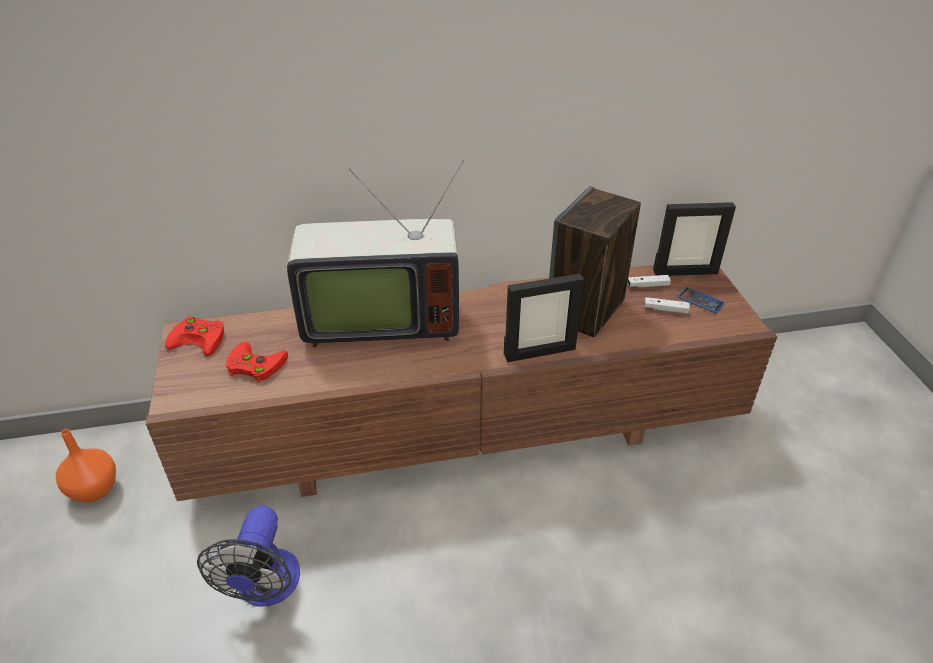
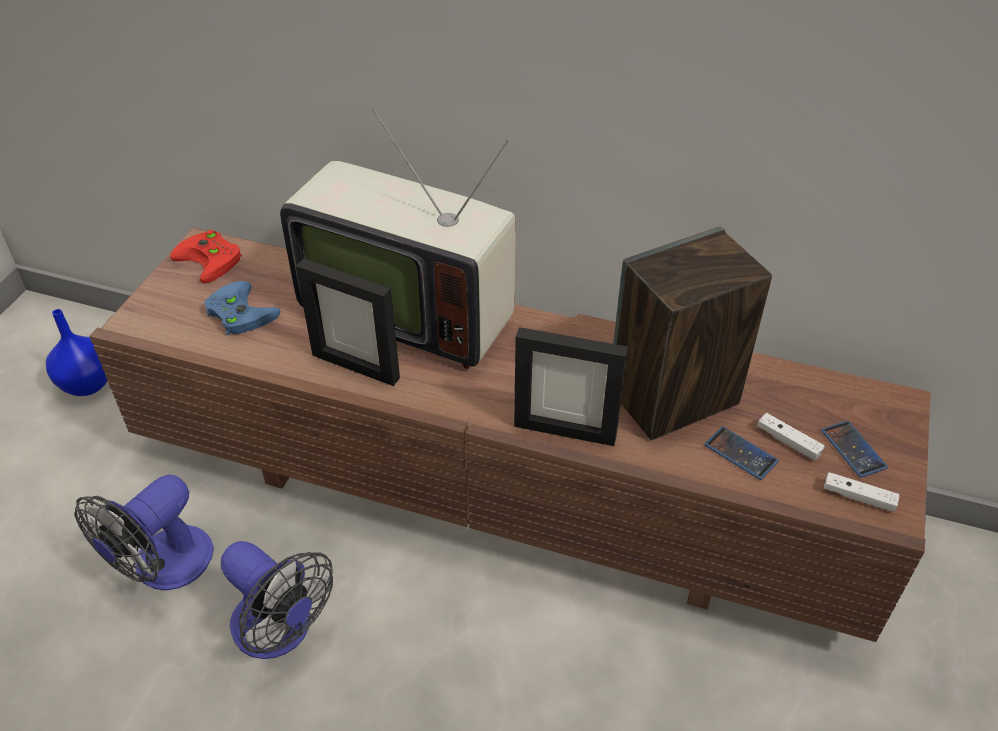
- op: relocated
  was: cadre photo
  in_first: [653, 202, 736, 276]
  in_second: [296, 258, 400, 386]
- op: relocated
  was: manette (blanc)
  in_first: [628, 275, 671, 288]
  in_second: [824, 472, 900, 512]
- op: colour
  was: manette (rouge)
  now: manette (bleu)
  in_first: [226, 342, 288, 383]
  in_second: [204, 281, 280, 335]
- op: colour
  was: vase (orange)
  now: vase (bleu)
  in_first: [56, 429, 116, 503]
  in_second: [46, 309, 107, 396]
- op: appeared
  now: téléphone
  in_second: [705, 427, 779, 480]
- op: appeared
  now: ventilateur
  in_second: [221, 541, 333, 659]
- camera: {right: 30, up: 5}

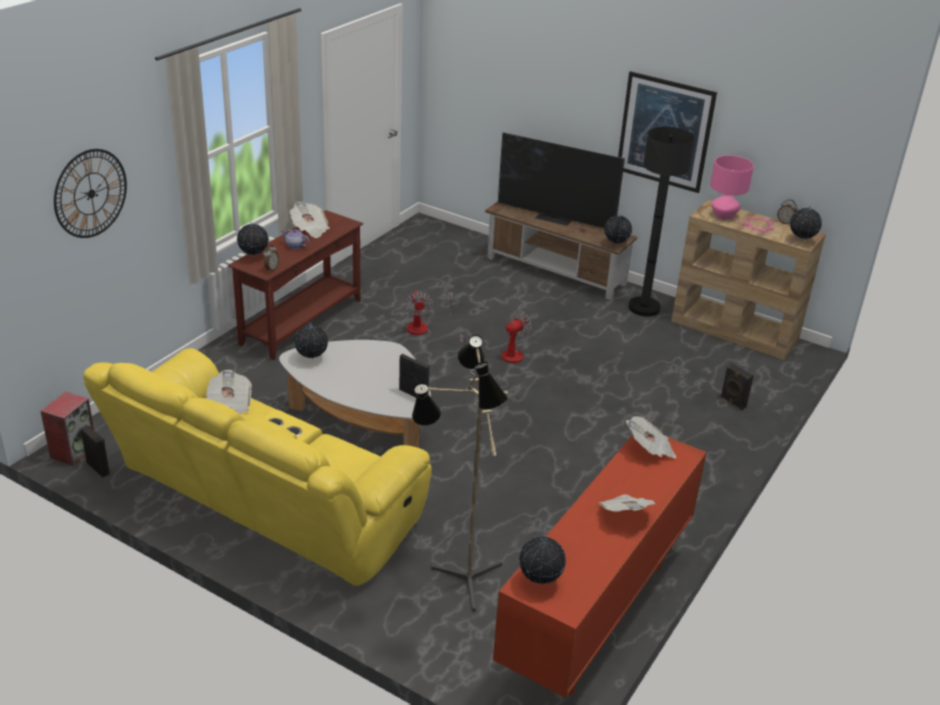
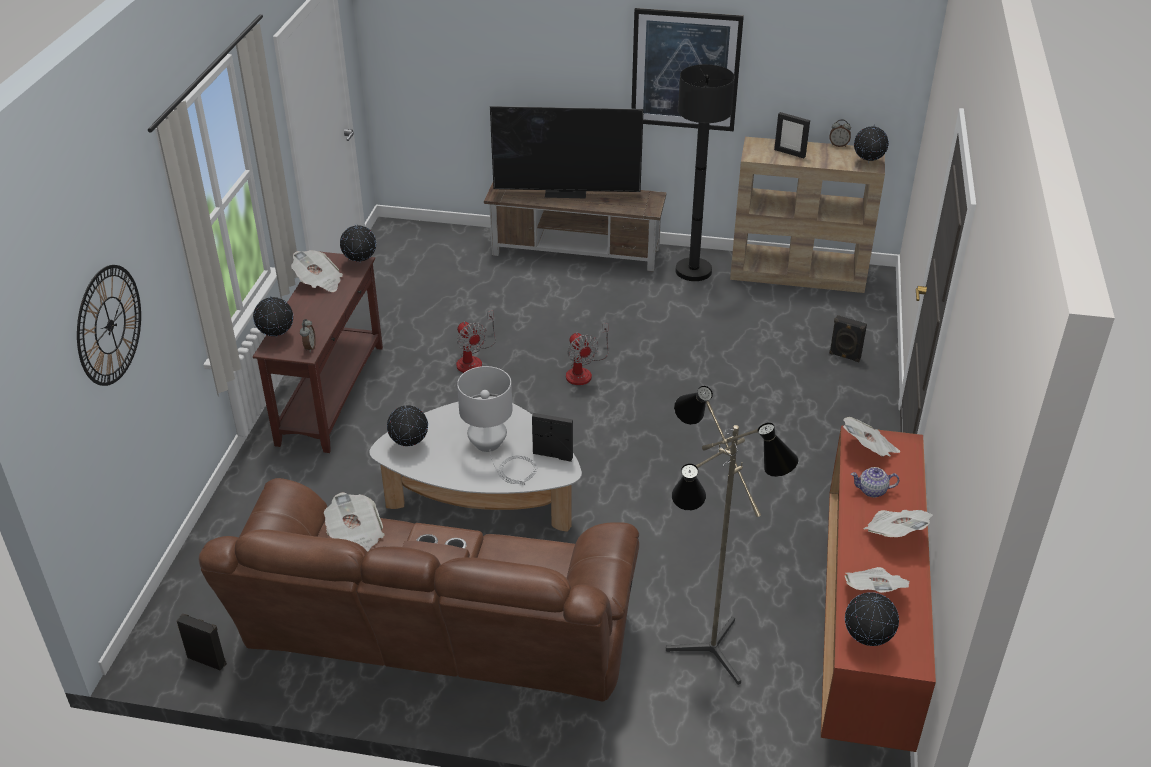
- op: exchanged
  was: lampe de table (rose)
  now: cadre photo
  in_first: [710, 155, 774, 231]
  in_second: [774, 112, 810, 158]
- op: relocated
  was: globe
  in_first: [604, 215, 632, 245]
  in_second: [340, 224, 376, 263]
- op: relocated
  was: théière
  in_first: [281, 229, 309, 249]
  in_second: [851, 467, 900, 498]
- op: spun
  was: ventilateur
  in_first: [459, 310, 532, 363]
  in_second: [566, 323, 608, 385]
  clockwise: 135
- op: colour
  was: canapé (jaune)
  now: canapé (marron)
  in_first: [83, 348, 432, 586]
  in_second: [199, 478, 639, 702]
- op: missing
  was: enceinte
  in_first: [41, 391, 94, 466]
- op: appeared
  now: lampe de table (blanc)
  in_second: [457, 366, 537, 484]
- op: appeared
  now: journal
  in_second: [845, 567, 910, 593]
- camera: {right: -20, up: 5}

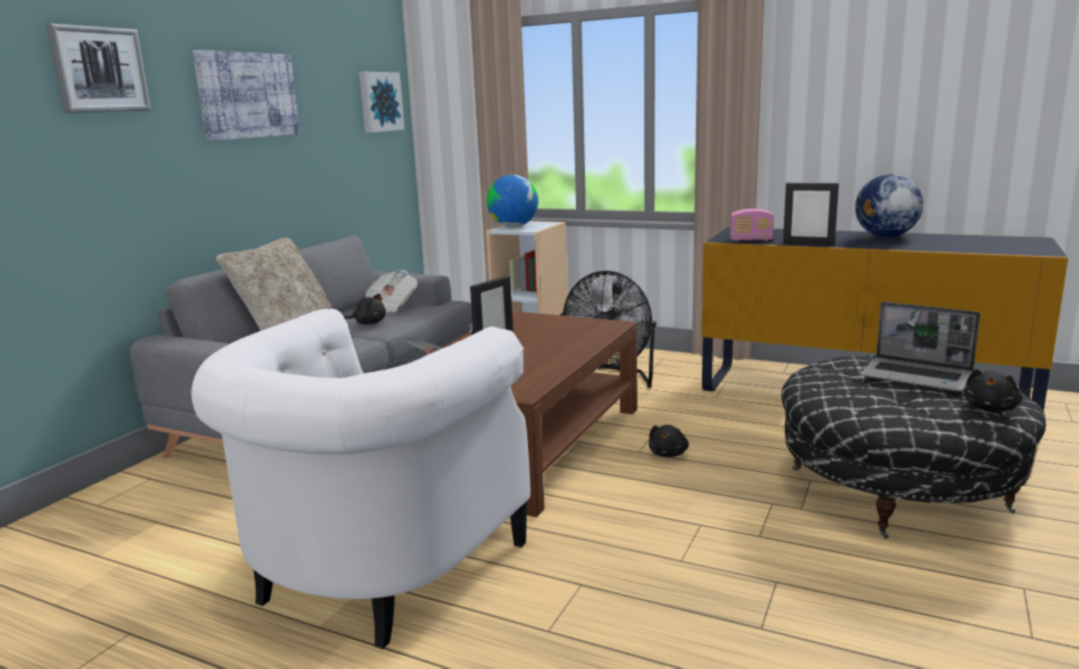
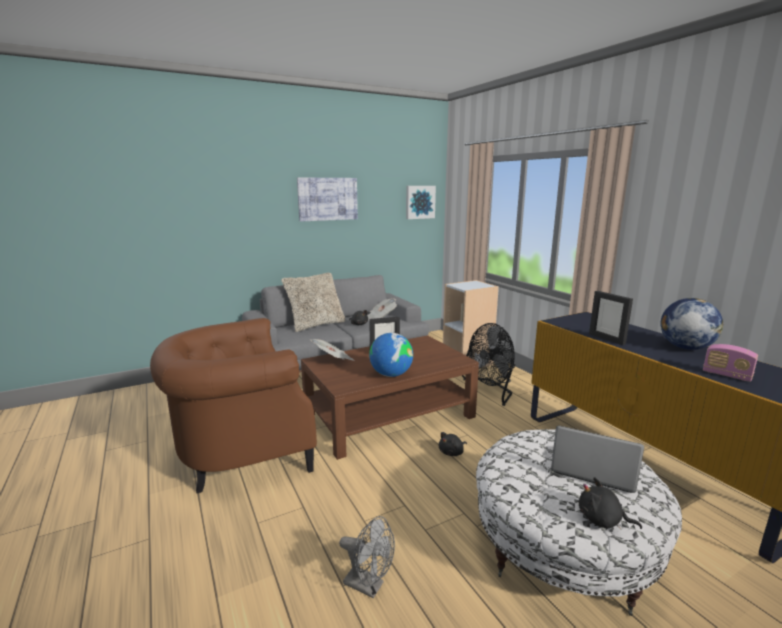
- op: missing
  was: tableau
  in_first: [46, 24, 151, 113]
- op: relocated
  was: globe
  in_first: [487, 175, 538, 227]
  in_second: [369, 333, 413, 377]
- op: relocated
  was: radio
  in_first: [730, 209, 774, 241]
  in_second: [703, 344, 758, 382]
- op: spun
  was: ordinateur portable
  in_first: [861, 302, 980, 392]
  in_second: [551, 426, 644, 493]
  clockwise: 135
- op: colour
  was: fauteuil (blanc)
  now: fauteuil (marron)
  in_first: [191, 309, 530, 649]
  in_second: [150, 318, 317, 494]
- op: colour
  was: pouf (noir)
  now: pouf (blanc)
  in_first: [781, 356, 1046, 539]
  in_second: [476, 429, 682, 616]
- op: spun
  was: peluche (noir)
  in_first: [965, 369, 1023, 412]
  in_second: [579, 477, 642, 530]
  clockwise: 45
- op: appeared
  now: ventilateur (gris)
  in_second: [339, 516, 395, 598]
- camera: {right: 35, up: 0}

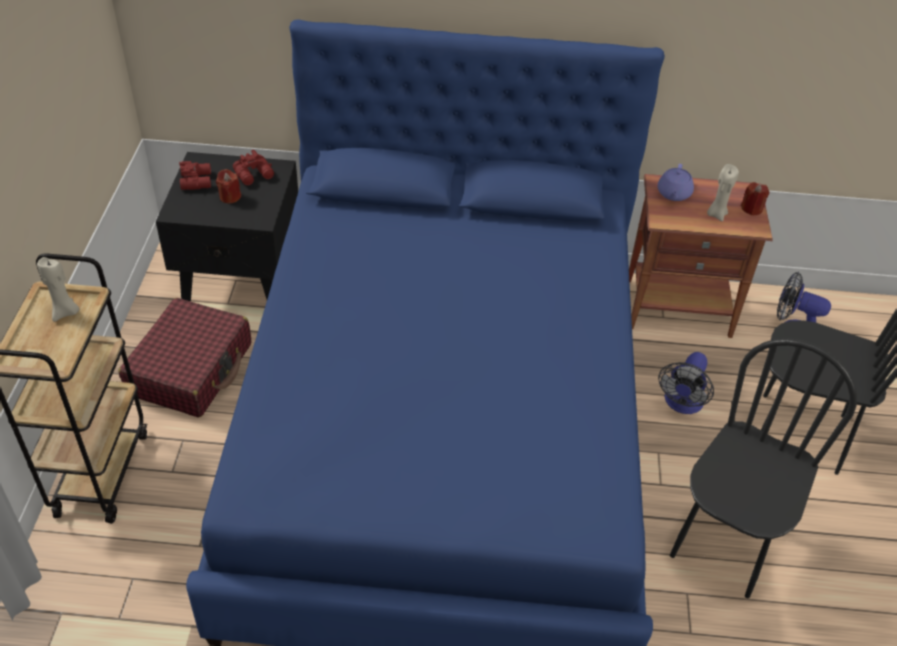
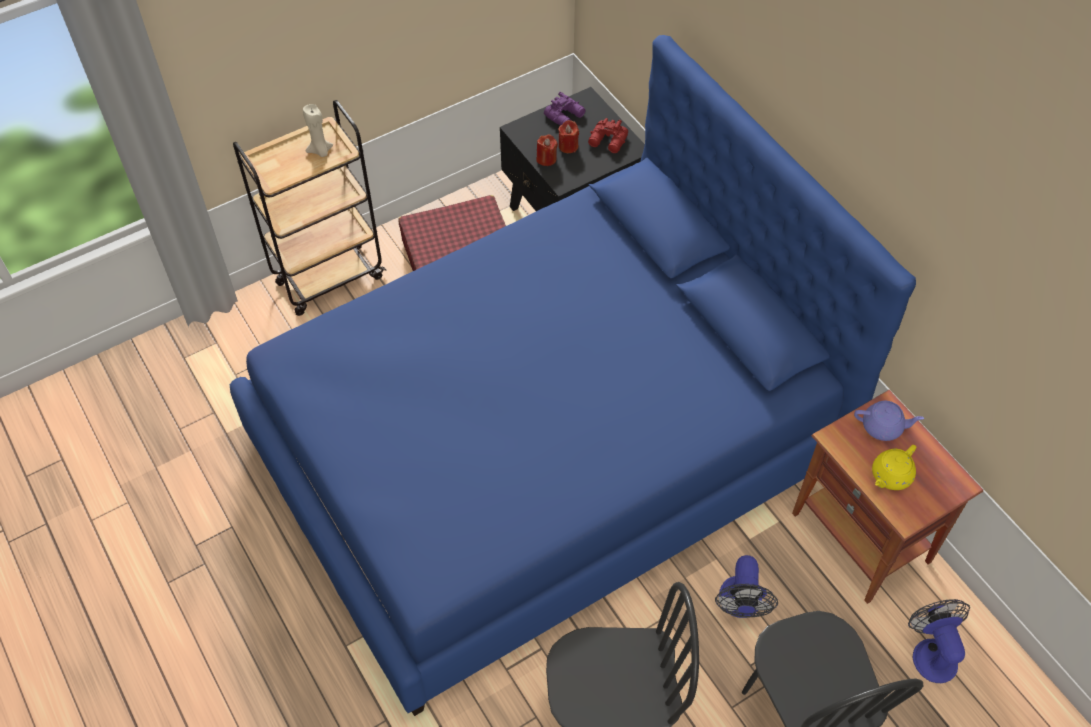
- op: colour
  was: jumelles (rouge)
  now: jumelles (violet)
  in_first: [179, 161, 211, 190]
  in_second: [544, 92, 586, 125]
- op: spun
  was: théière (violet)
  in_first: [658, 164, 694, 201]
  in_second: [854, 401, 924, 441]
  clockwise: -150
- op: exchanged
  was: bougie (beige)
  now: théière (jaune)
  in_first: [707, 164, 739, 221]
  in_second: [872, 445, 916, 490]
- op: relocated
  was: bougie (rouge)
  in_first: [741, 182, 770, 215]
  in_second: [536, 134, 558, 166]
- op: spun
  was: ventilateur
  in_first: [658, 352, 714, 414]
  in_second: [715, 555, 778, 618]
  clockwise: -75
- camera: {right: 55, up: 10}

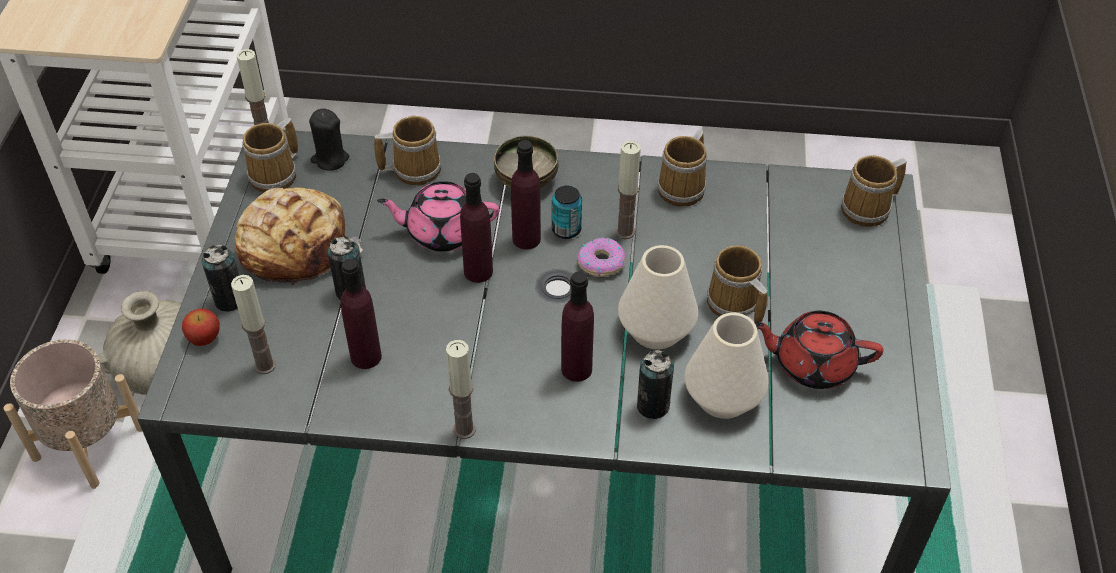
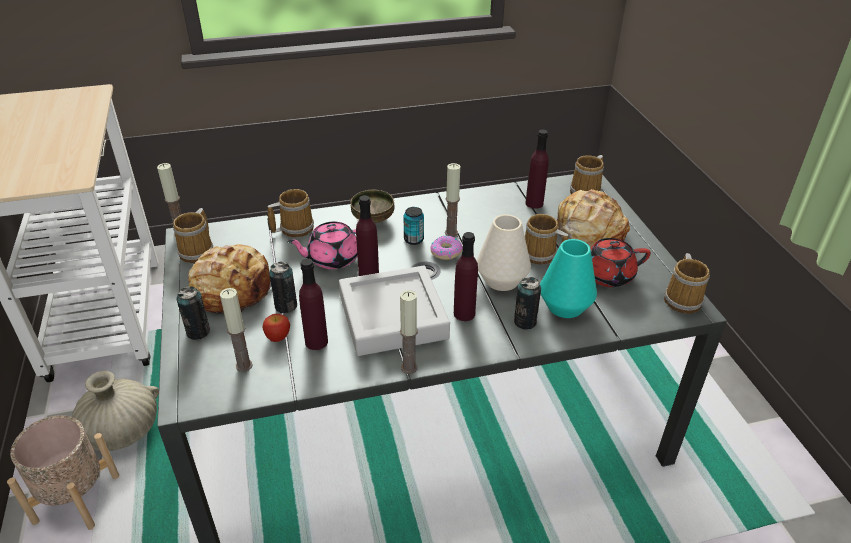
- op: missing
  was: bougie (noir)
  in_first: [309, 108, 349, 171]
- op: relocated
  was: mug
  in_first: [657, 130, 707, 207]
  in_second: [664, 253, 710, 314]
- op: relocated
  was: bouteille (violet)
  in_first: [511, 140, 541, 249]
  in_second: [525, 130, 549, 209]
- op: relocated
  was: pomme
  in_first: [182, 308, 220, 346]
  in_second: [263, 314, 290, 342]
- op: colour
  was: vase (blanc)
  now: vase (turquoise)
  in_first: [684, 313, 769, 419]
  in_second: [540, 239, 597, 318]
- op: appeared
  now: pain
  in_second: [557, 189, 630, 248]
- op: appeared
  now: plateau (gris)
  in_second: [339, 265, 450, 356]
- camera: {right: -20, up: -10}

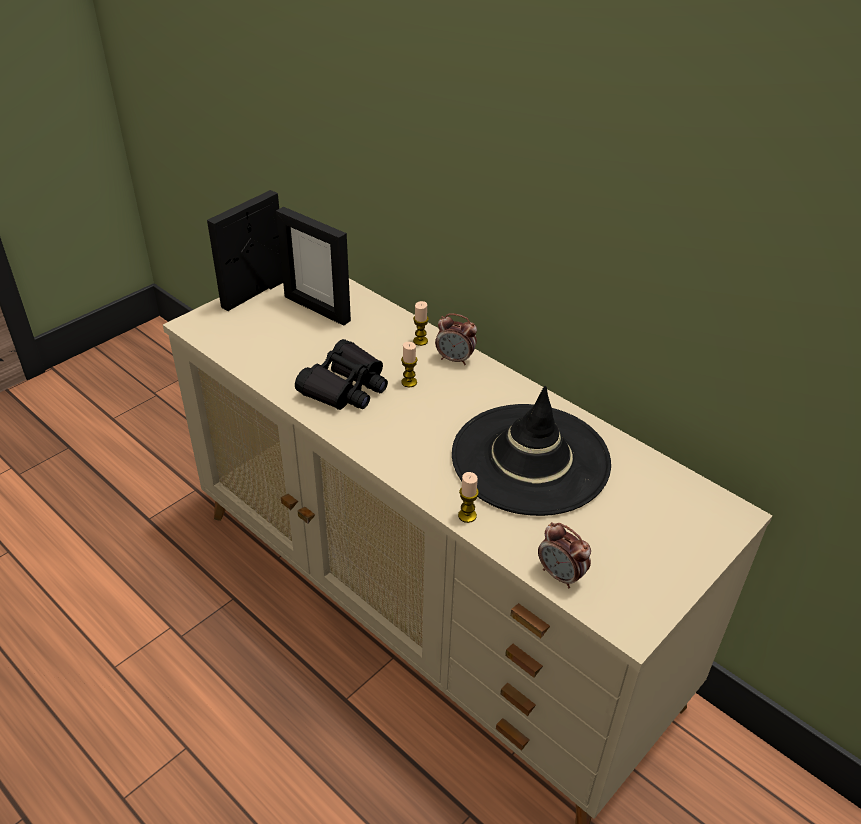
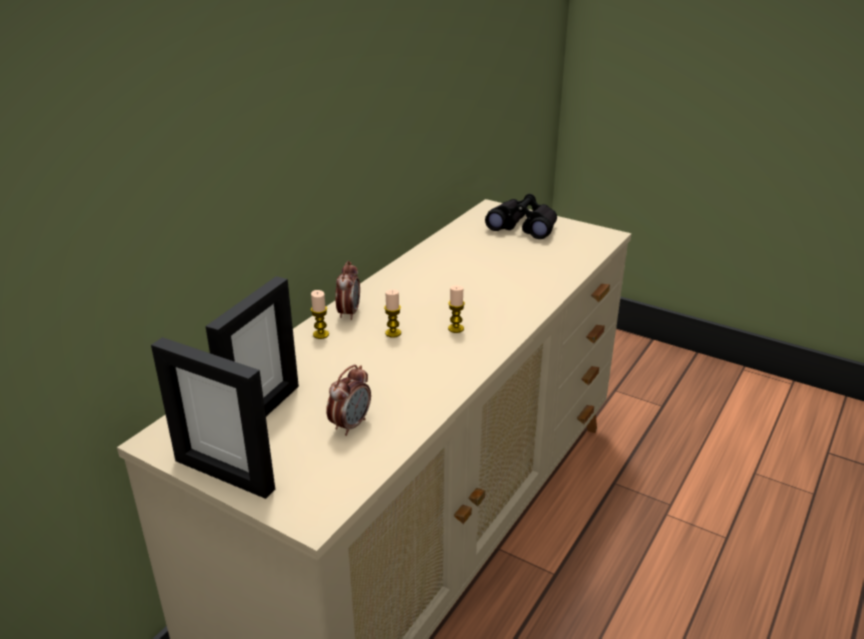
- op: relocated
  was: jumelles (noir)
  in_first: [295, 339, 388, 410]
  in_second: [485, 194, 557, 239]
- op: missing
  was: chapeau (noir)
  in_first: [452, 386, 611, 516]
- op: relocated
  was: bougie
  in_first: [458, 472, 479, 523]
  in_second: [448, 286, 465, 333]
- op: relocated
  was: réveil
  in_first: [538, 522, 591, 588]
  in_second: [326, 365, 371, 436]
- camera: {right: -100, up: -10}

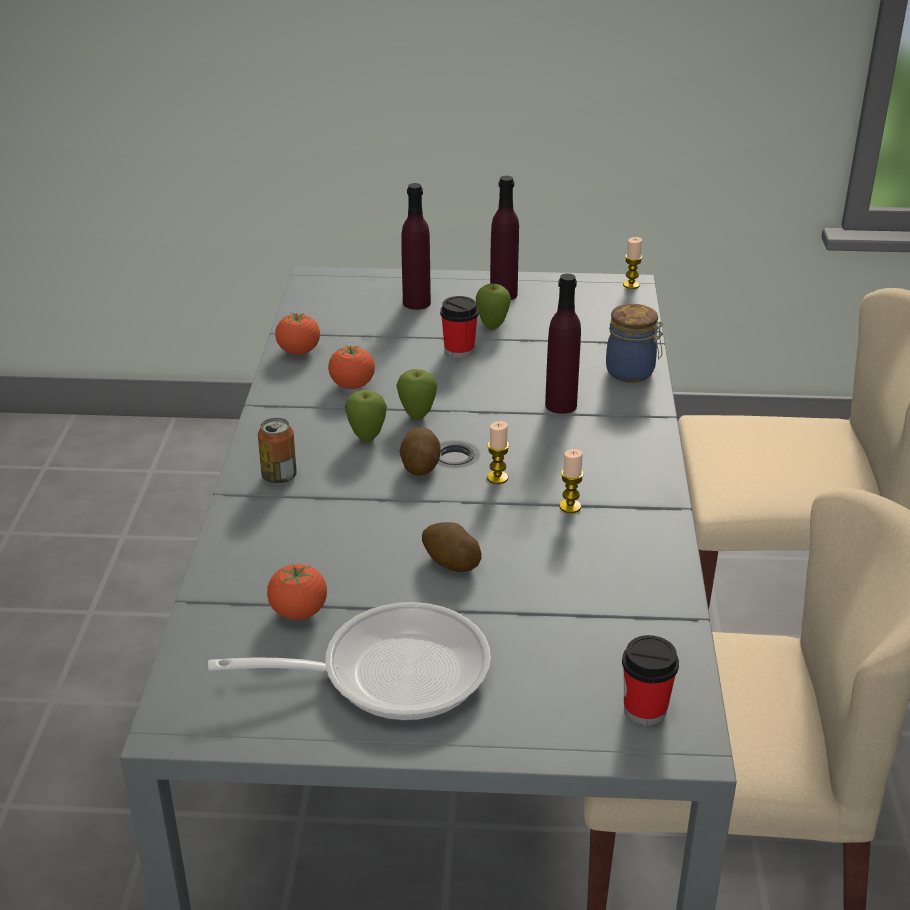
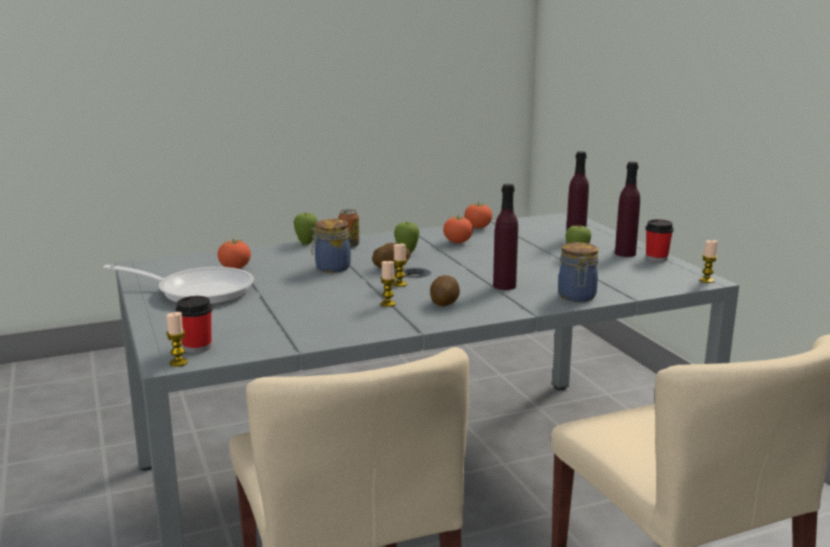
- op: relocated
  was: tasse
  in_first: [440, 296, 479, 358]
  in_second: [646, 219, 674, 262]
- op: relocated
  was: pomme
  in_first: [396, 369, 437, 420]
  in_second: [294, 213, 318, 245]
- op: relocated
  was: pomme de terre
  in_first: [422, 522, 482, 572]
  in_second: [430, 275, 460, 306]
- op: spun
  was: poêle
  in_first: [208, 602, 491, 720]
  in_second: [103, 265, 254, 305]
  clockwise: -45
- op: appeared
  now: bocal
  in_second: [311, 219, 351, 273]
- op: appeared
  now: bougie
  in_second: [166, 312, 188, 367]
- camera: {right: 65, up: -15}

